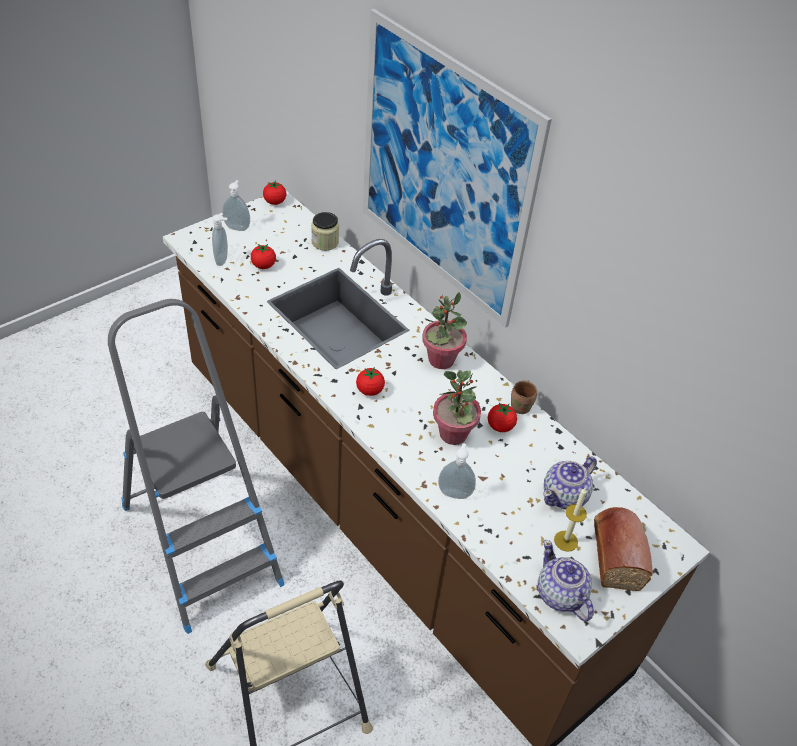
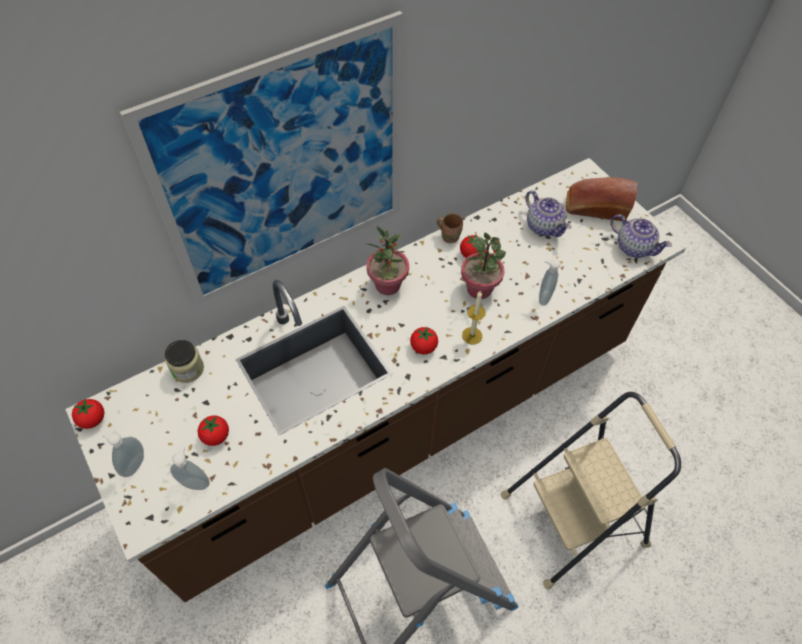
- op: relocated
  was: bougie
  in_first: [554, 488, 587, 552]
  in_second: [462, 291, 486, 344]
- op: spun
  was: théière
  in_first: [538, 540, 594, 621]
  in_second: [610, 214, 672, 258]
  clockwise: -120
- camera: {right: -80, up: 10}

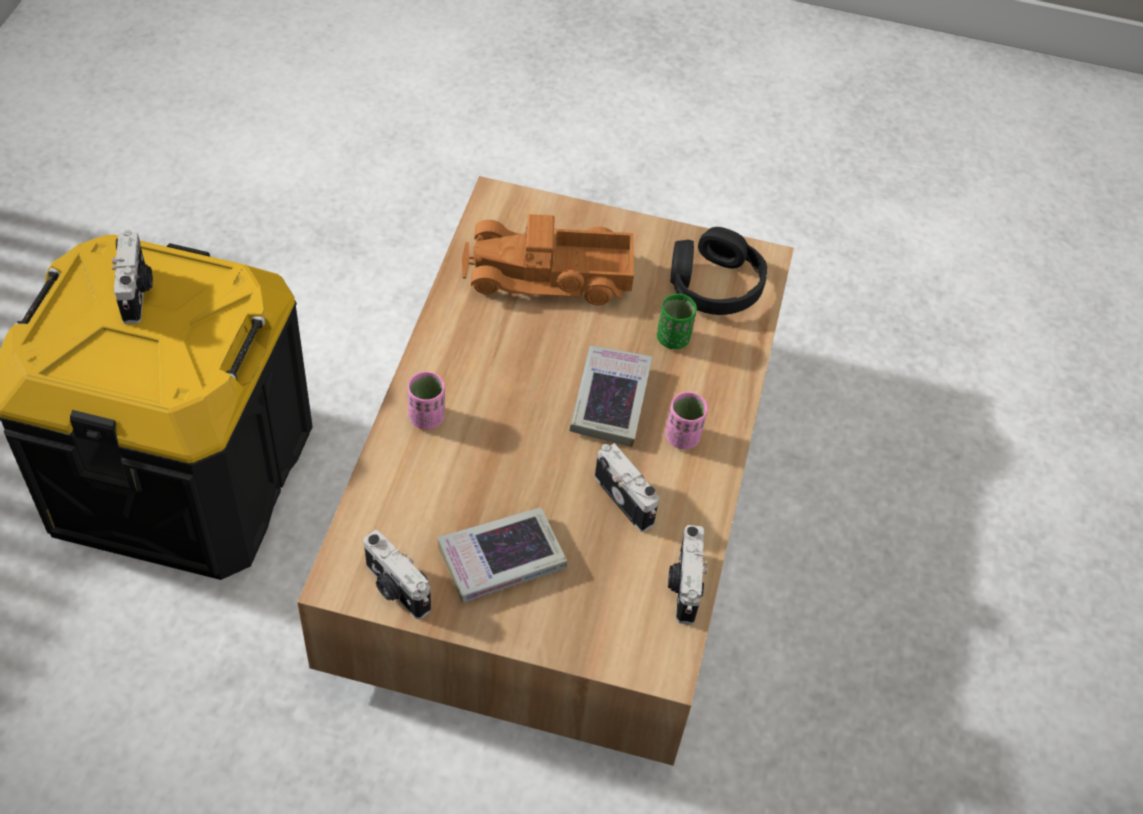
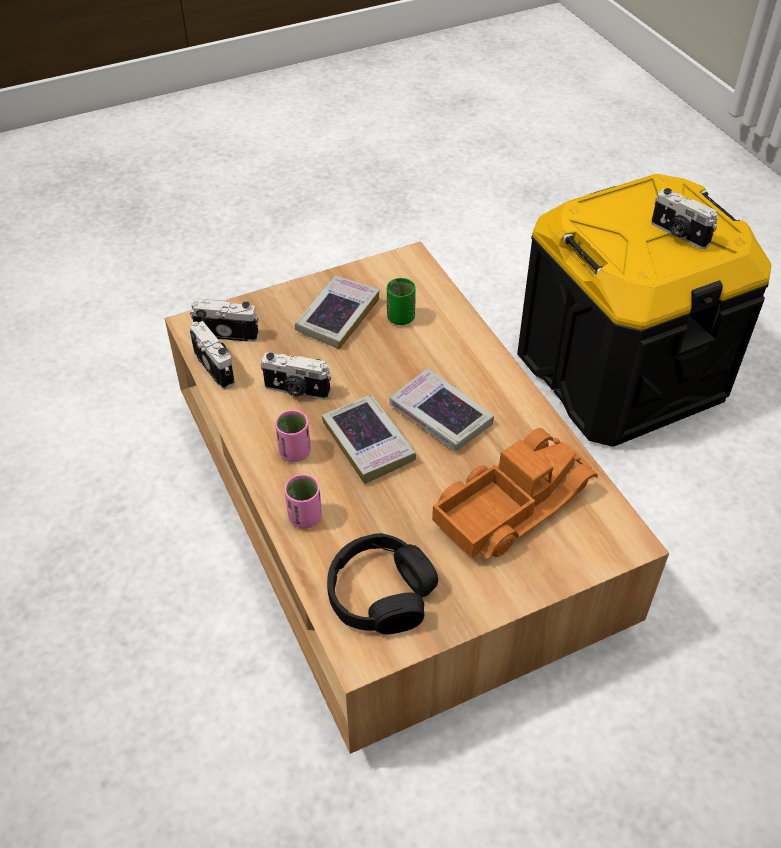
- op: relocated
  was: tasse (vert)
  in_first: [657, 294, 697, 349]
  in_second: [387, 278, 416, 325]
- op: relocated
  was: tasse (rose)
  in_first: [407, 371, 445, 429]
  in_second: [285, 474, 322, 529]
- op: relocated
  was: appareil photo
  in_first: [364, 530, 431, 619]
  in_second: [190, 299, 259, 342]
- op: appeared
  now: livre
  in_second: [390, 368, 494, 451]
- camera: {right: 145, up: -5}

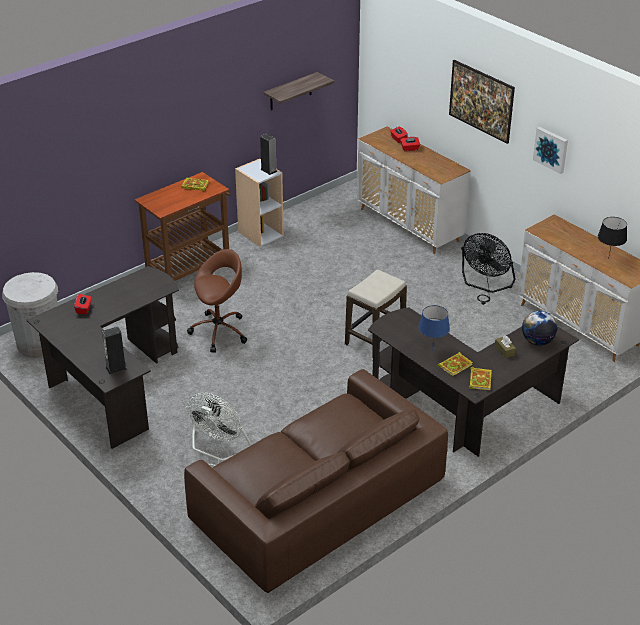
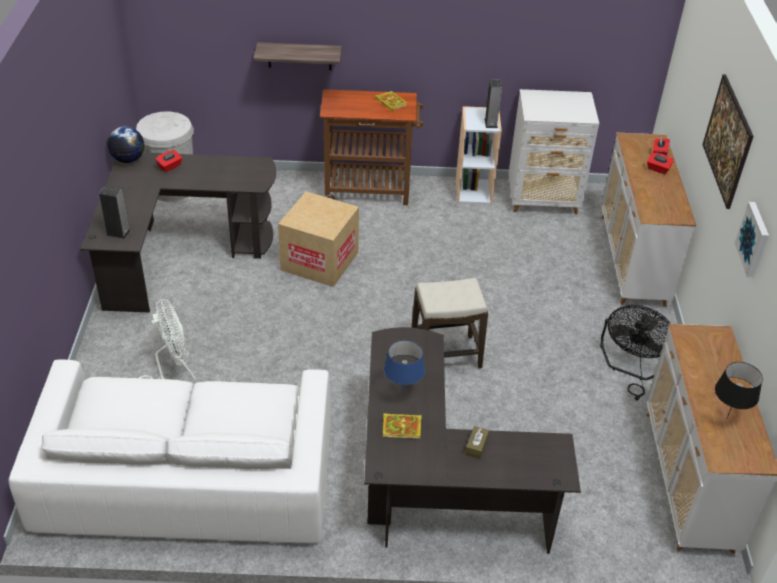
- op: relocated
  was: étagère
  in_first: [263, 72, 334, 110]
  in_second: [253, 42, 342, 70]
- op: spun
  was: ventilateur (noir)
  in_first: [461, 233, 515, 305]
  in_second: [600, 305, 671, 401]
  clockwise: -45
- op: exchanged
  was: chaise de bureau (marron)
  now: carton
  in_first: [187, 249, 247, 353]
  in_second: [278, 191, 359, 287]
- op: relocated
  was: globe
  in_first: [522, 311, 557, 345]
  in_second: [107, 127, 145, 163]
- op: missing
  was: livre
  in_first: [469, 367, 491, 390]
- op: colour
  was: canapé (marron)
  now: canapé (blanc)
  in_first: [184, 369, 448, 593]
  in_second: [8, 359, 330, 544]
- op: appeared
  now: commode (blanc)
  in_second: [509, 89, 599, 215]
- camera: {right: 40, up: 5}

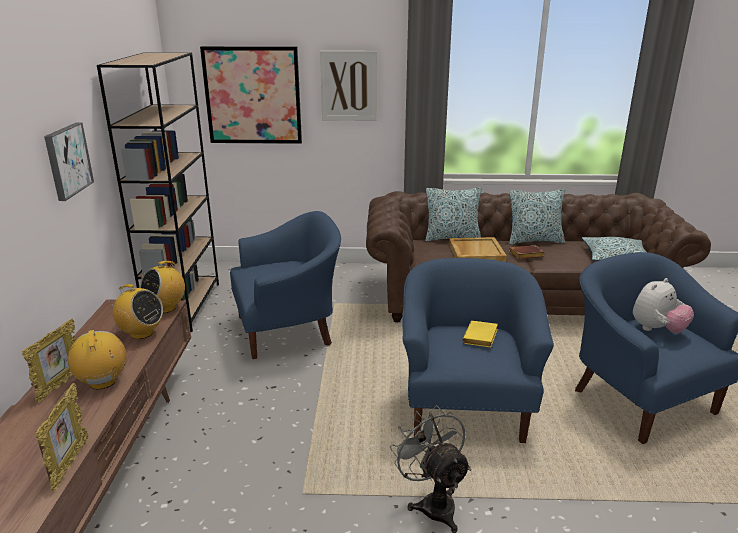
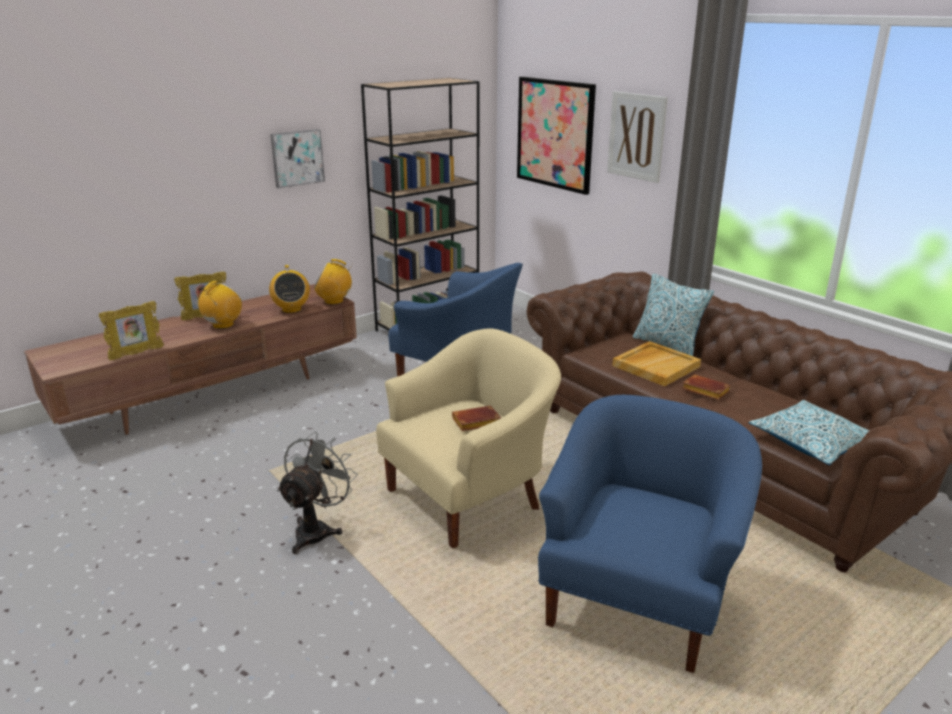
- op: missing
  was: coussin
  in_first: [509, 189, 565, 245]
- op: colour
  was: fauteuil (bleu)
  now: fauteuil (beige)
  in_first: [402, 258, 554, 443]
  in_second: [376, 329, 561, 549]
- op: missing
  was: peluche
  in_first: [633, 278, 694, 334]
- op: colour
  was: livre (jaune)
  now: livre (marron)
  in_first: [462, 321, 498, 347]
  in_second: [452, 405, 501, 431]
- camera: {right: 50, up: 0}

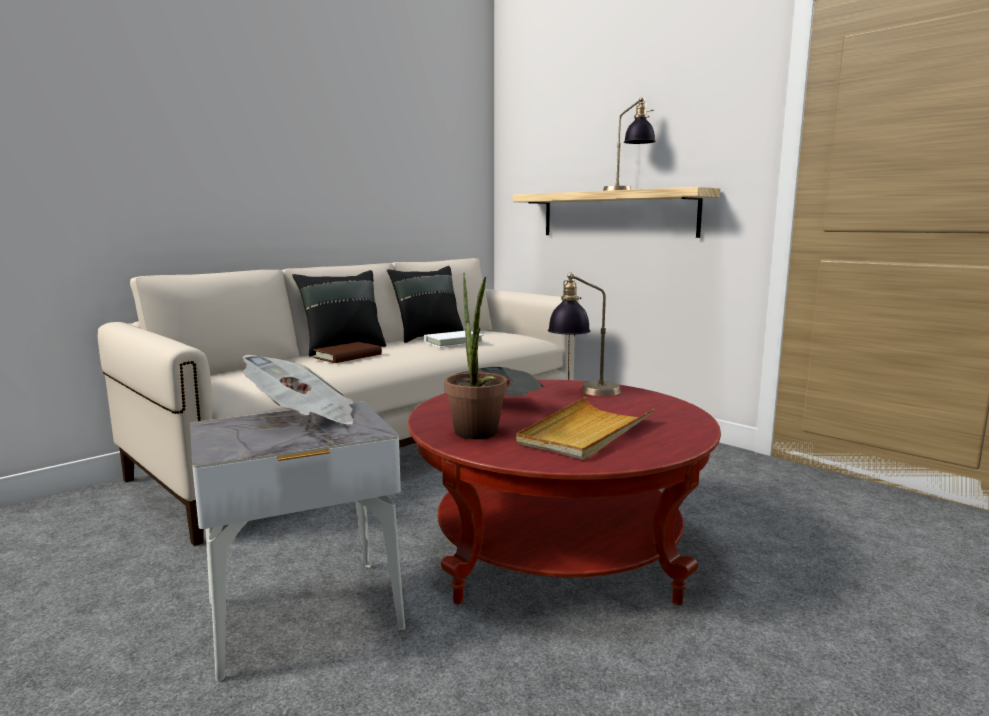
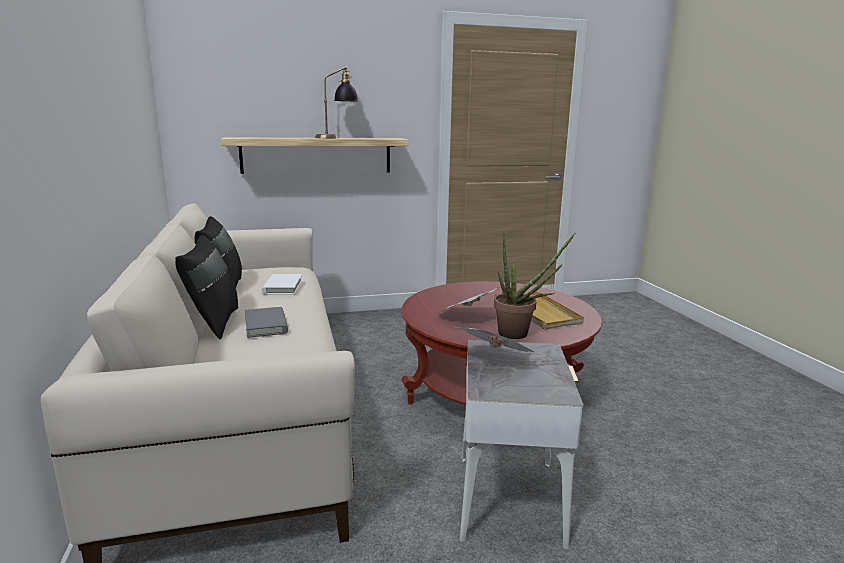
- op: missing
  was: lampe de table
  in_first: [548, 273, 621, 396]
- op: colour
  was: livre (marron)
  now: livre (gris)
  in_first: [313, 342, 382, 363]
  in_second: [245, 307, 288, 338]
- camera: {right: -60, up: 5}

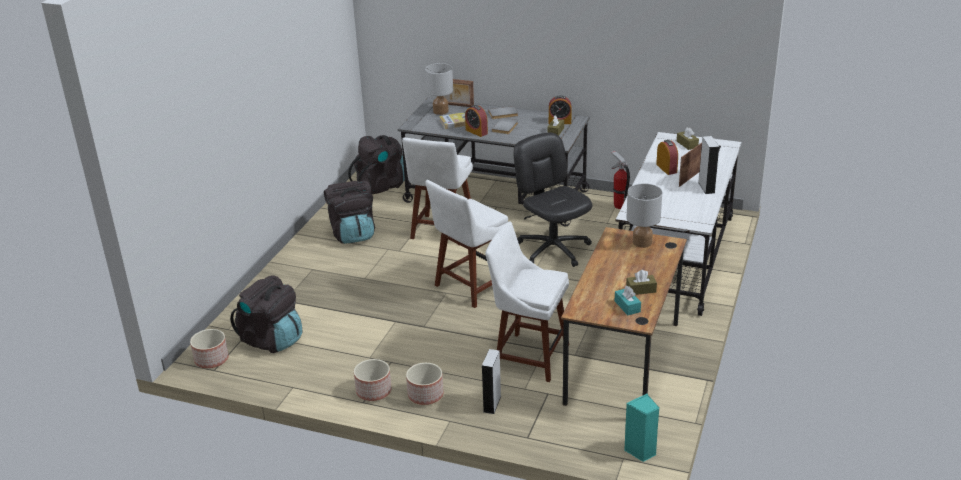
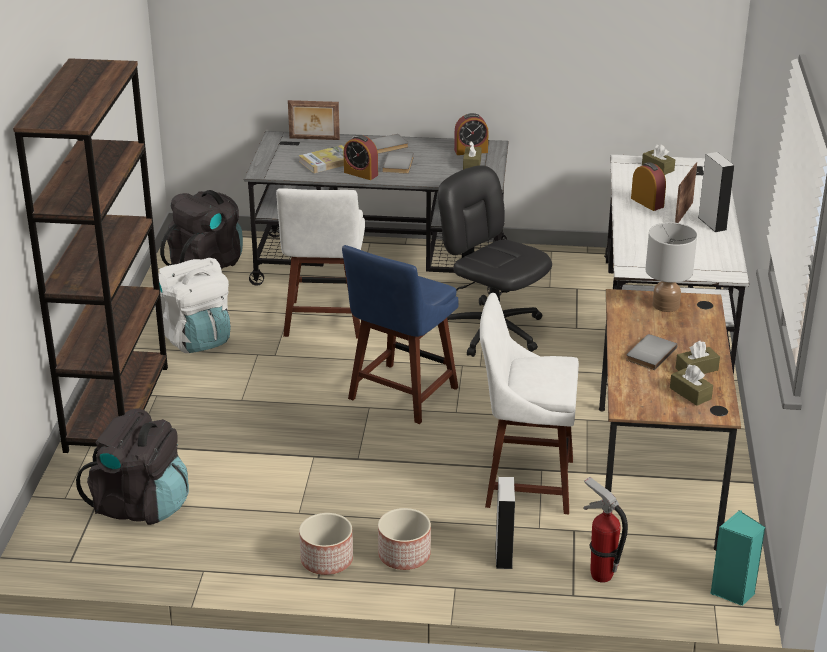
- op: missing
  was: lampe de table (gris)
  in_first: [425, 63, 453, 115]
- op: relocated
  was: extincteur
  in_first: [611, 151, 630, 209]
  in_second: [583, 477, 628, 583]
- op: colour
  was: chaise (blanc)
  now: chaise (bleu)
  in_first: [425, 180, 508, 308]
  in_second: [342, 245, 458, 424]
- op: colour
  was: sac à dos (noir)
  now: sac à dos (blanc)
  in_first: [324, 181, 375, 244]
  in_second: [152, 258, 231, 353]
- op: colour
  was: boîte à mouchoirs (turquoise)
  now: boîte à mouchoirs (marron)
  in_first: [615, 286, 641, 316]
  in_second: [670, 365, 713, 406]
- op: missing
  was: cache-pot
  in_first: [190, 329, 229, 368]
- op: appeared
  now: bibliothèque (marron)
  in_second: [13, 58, 168, 453]
- op: appeared
  now: livre (gris)
  in_second: [626, 334, 677, 370]
- camera: {right: -15, up: 0}

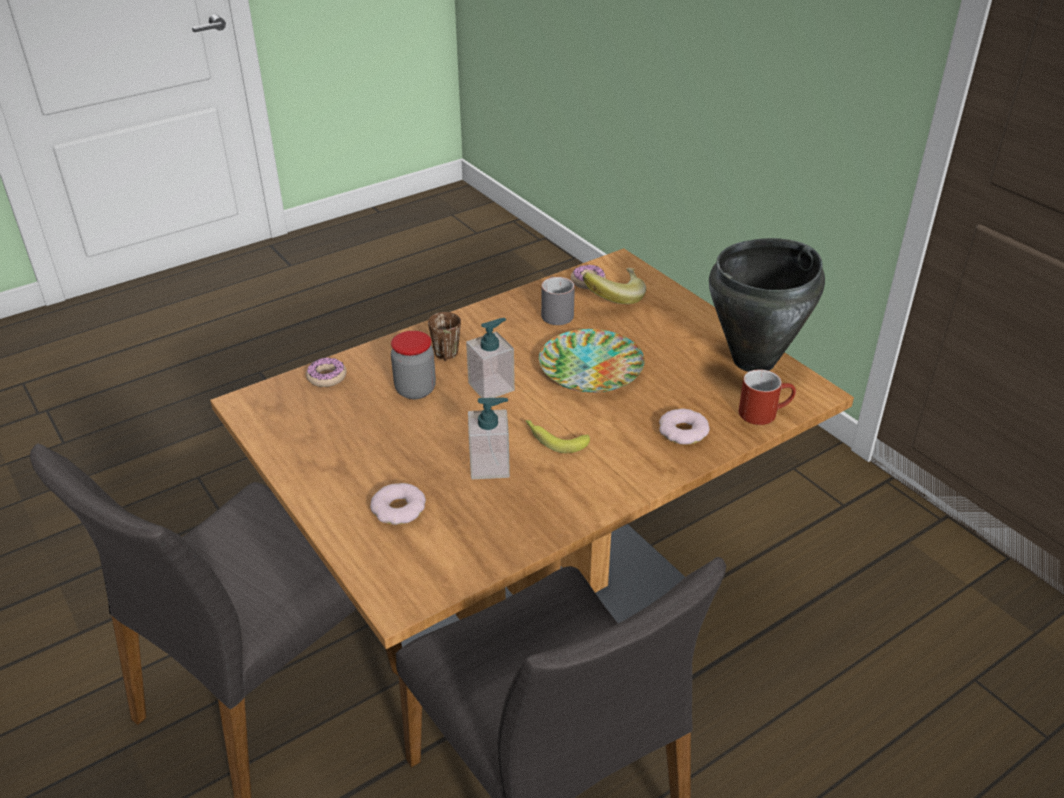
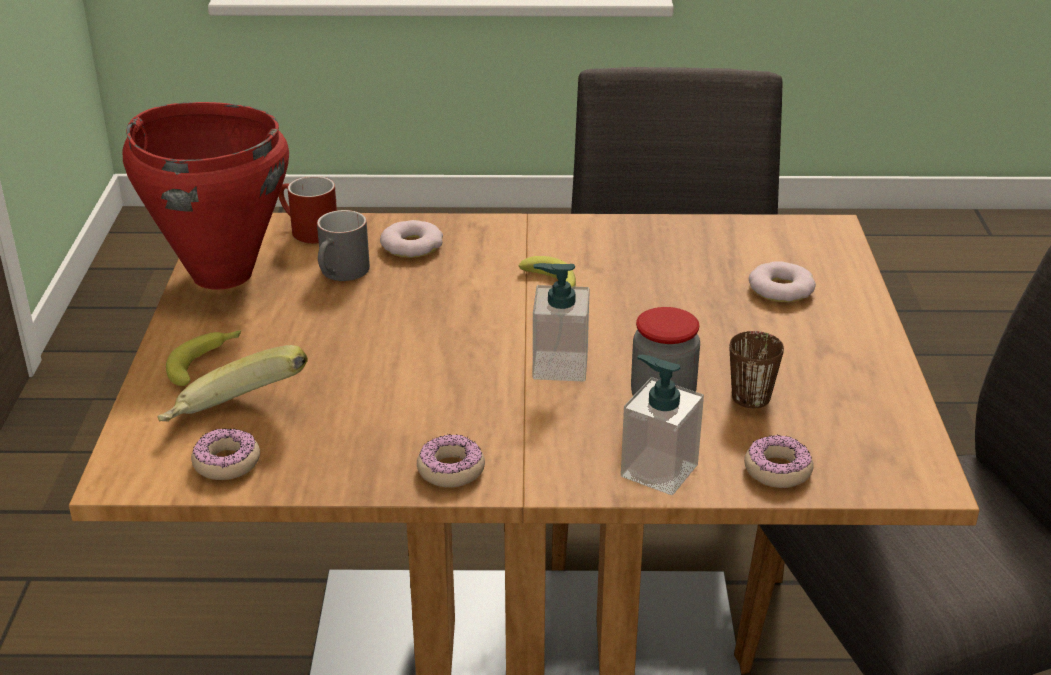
- op: colour
  was: marmite (noir)
  now: marmite (rouge)
  in_first: [709, 238, 825, 372]
  in_second: [123, 102, 289, 290]
- op: relocated
  was: mug (gris)
  in_first: [541, 277, 575, 325]
  in_second: [317, 210, 370, 281]
- op: relocated
  was: mug (marron)
  in_first: [428, 312, 461, 361]
  in_second: [729, 331, 784, 408]
- op: missing
  was: assiette
  in_first: [539, 329, 645, 393]
- op: relocated
  was: distributeur de savon
  in_first: [468, 397, 510, 479]
  in_second: [621, 354, 704, 495]
- op: appeared
  now: banane
  in_second: [166, 330, 241, 386]
- op: appeared
  now: beignet
  in_second: [417, 434, 485, 487]
- camera: {right: -145, up: -5}

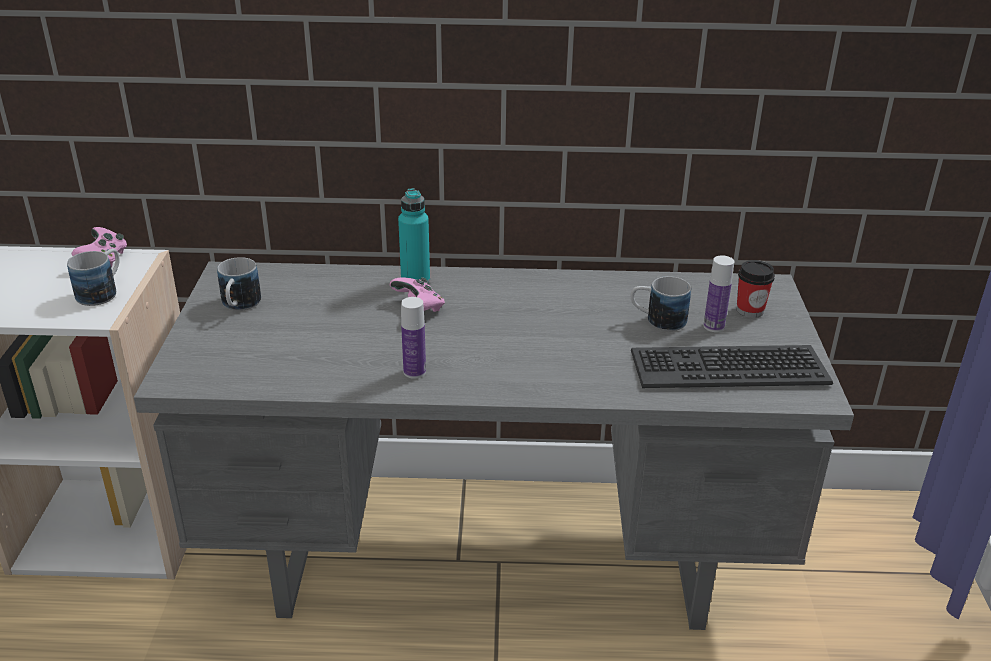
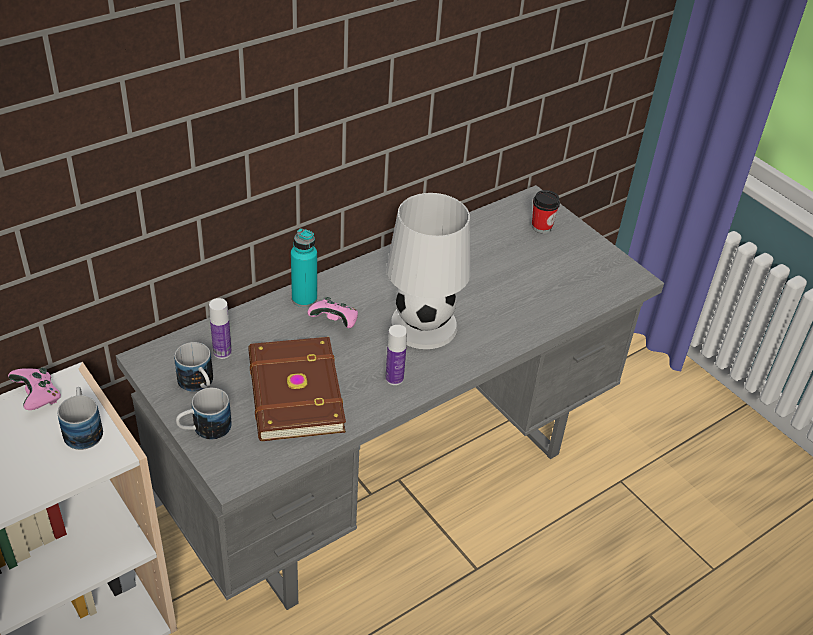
- op: relocated
  was: bouteille
  in_first: [703, 255, 734, 332]
  in_second: [209, 298, 232, 359]
- op: relocated
  was: mug
  in_first: [631, 276, 691, 331]
  in_second: [176, 388, 232, 440]
- op: missing
  was: clavier
  in_first: [631, 345, 833, 388]
- op: appeared
  now: lampe de table (blanc)
  in_second: [386, 193, 470, 349]
- op: appeared
  now: livre (marron)
  in_second: [248, 337, 346, 441]
- camera: {right: -40, up: 10}

